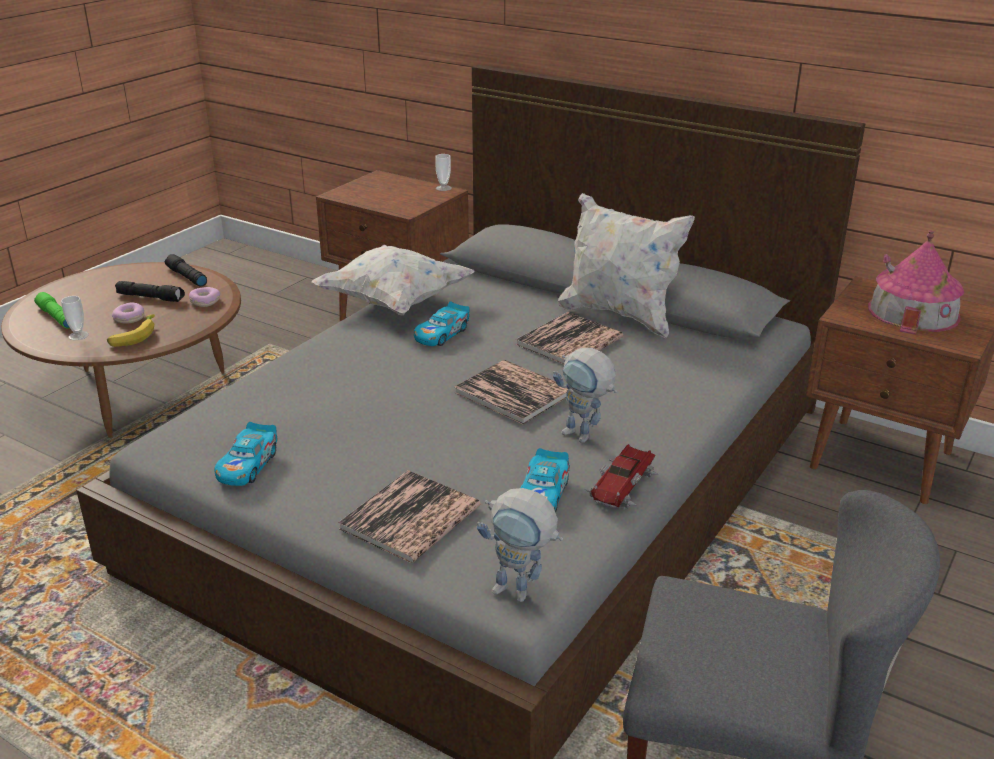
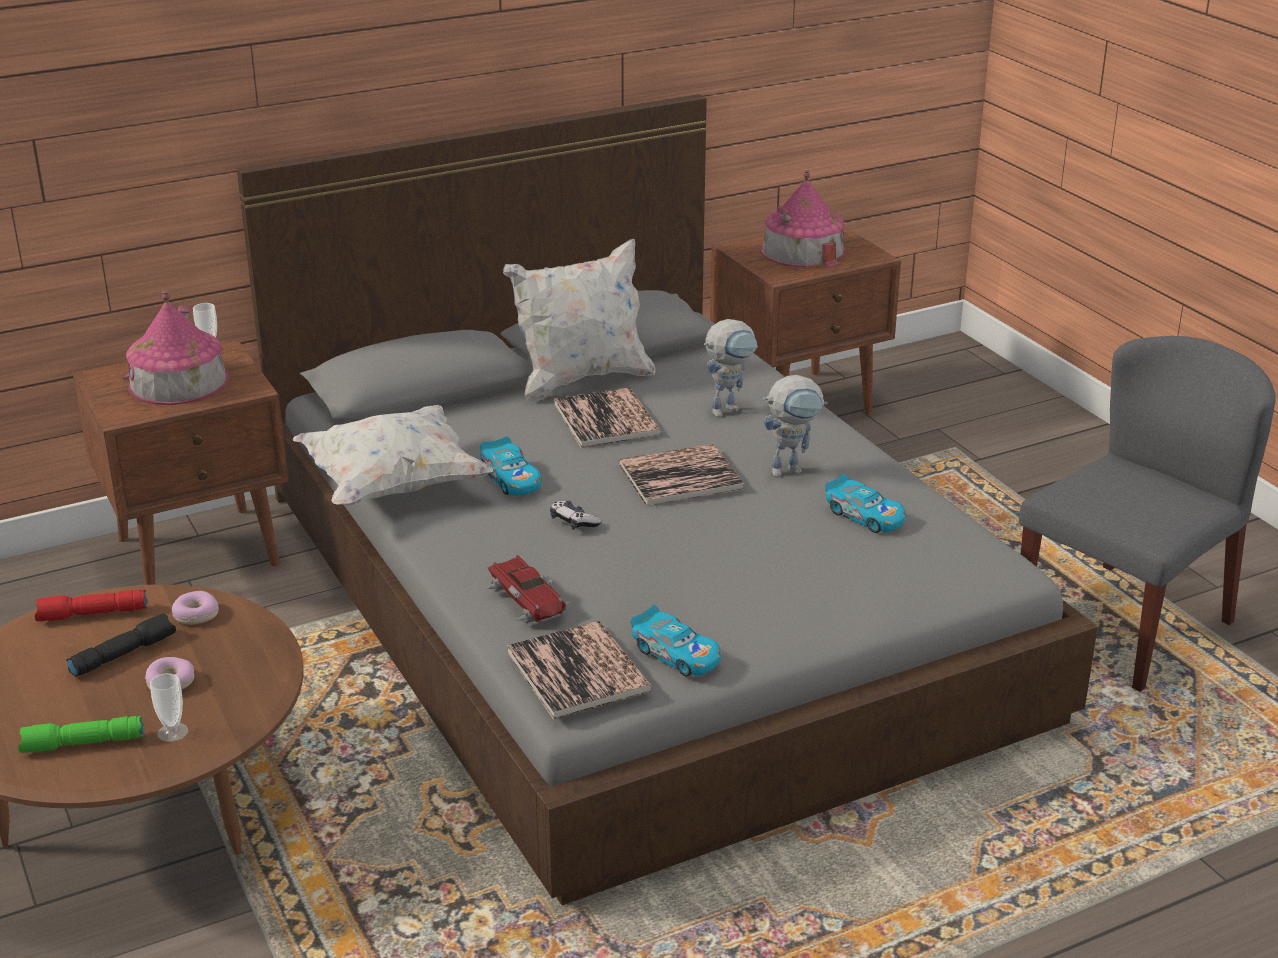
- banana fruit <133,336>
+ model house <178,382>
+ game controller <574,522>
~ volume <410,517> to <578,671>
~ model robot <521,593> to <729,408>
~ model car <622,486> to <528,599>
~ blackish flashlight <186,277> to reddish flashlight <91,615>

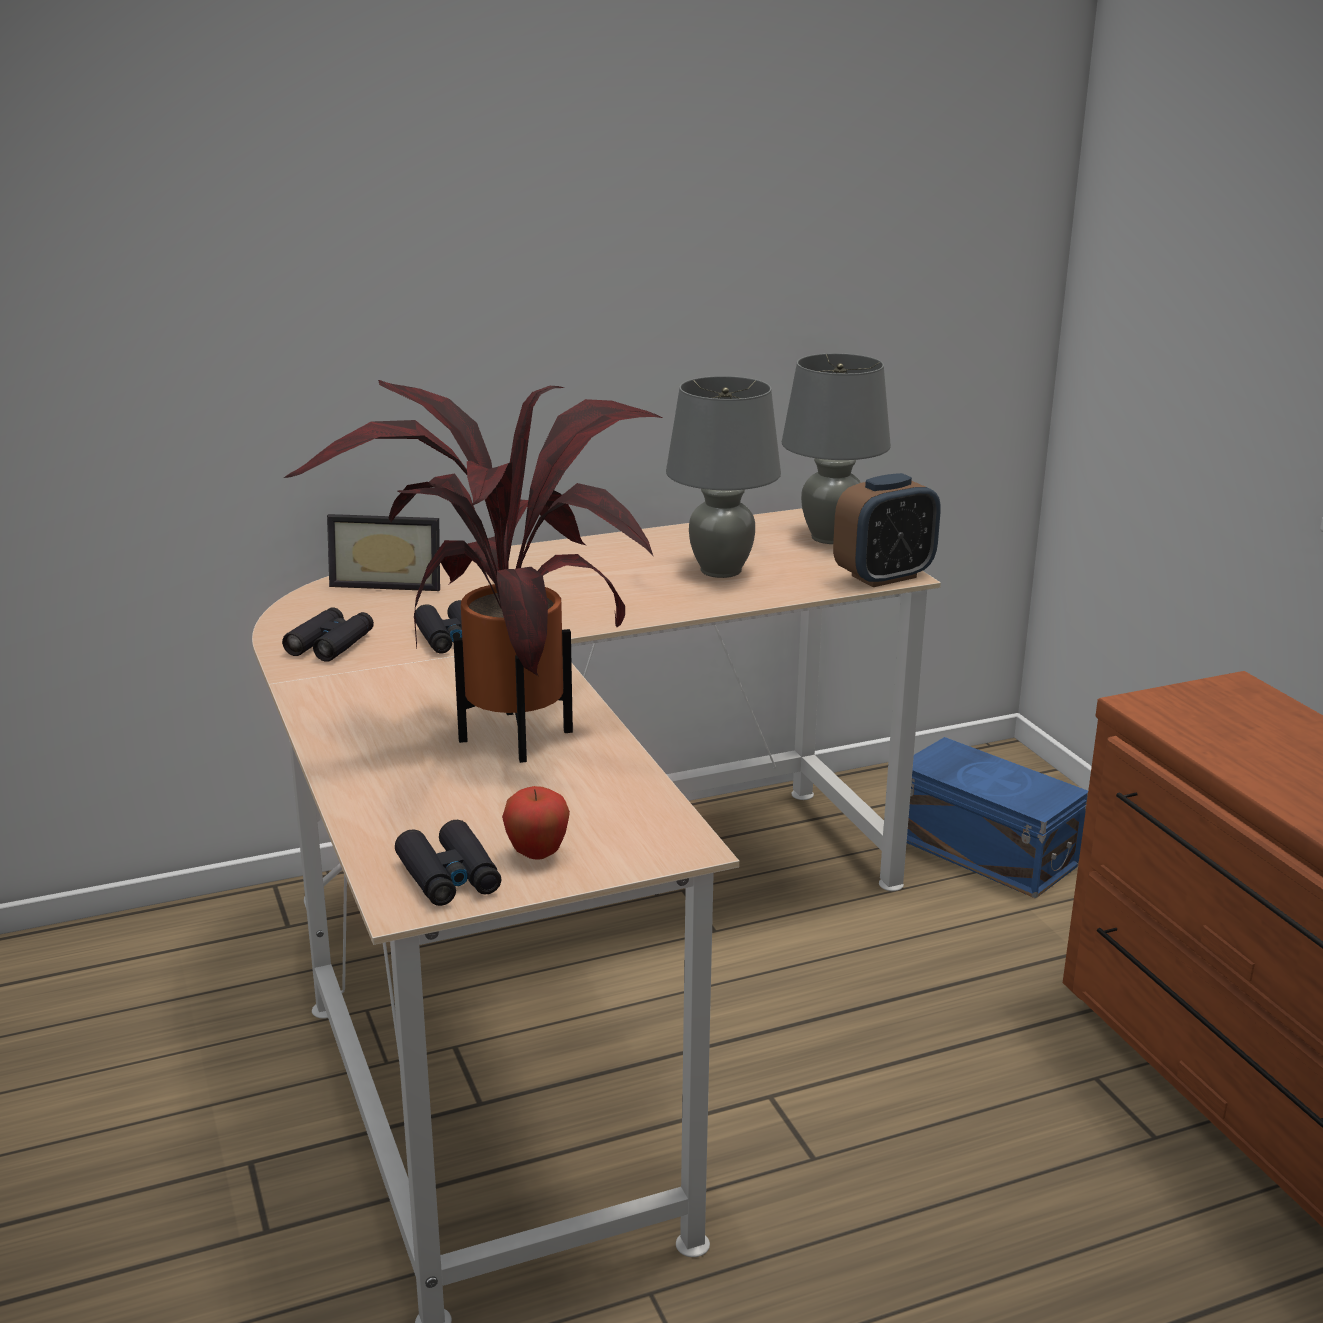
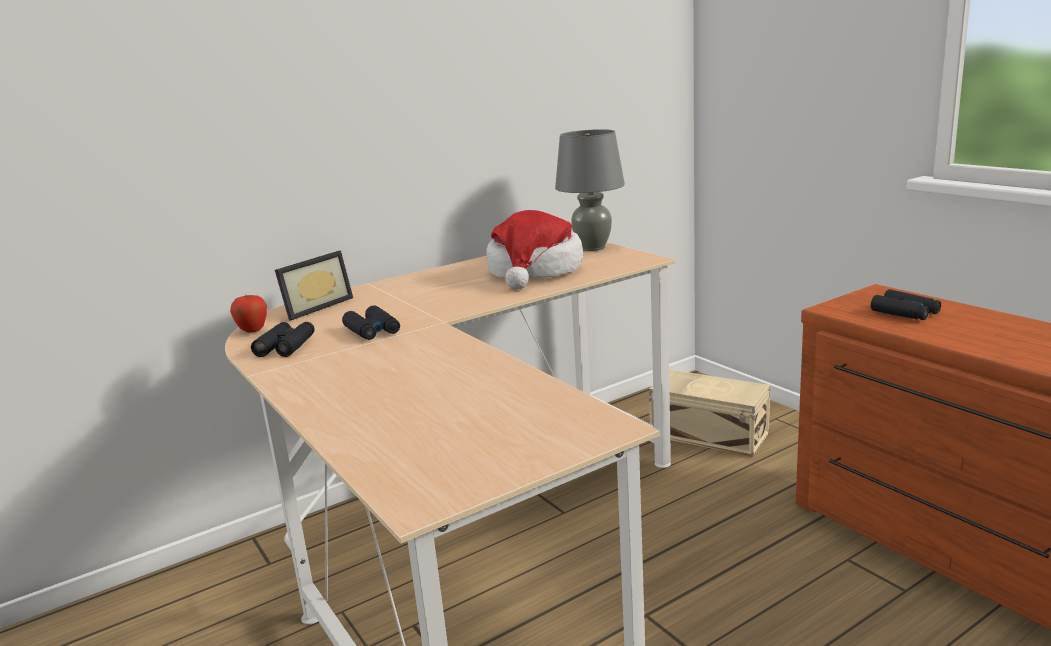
- plant in a pot <510,730>
- bedside clock <884,576>
~ blackish field glasses <449,877> to <905,313>
~ whole apple <537,855> to <253,331>
~ greyish lamp for a table <721,570> to hat <534,271>
~ bluish storage container <983,848> to beige storage container <708,433>
~ standing frame <389,582> = <314,307> 45 degrees counterclockwise

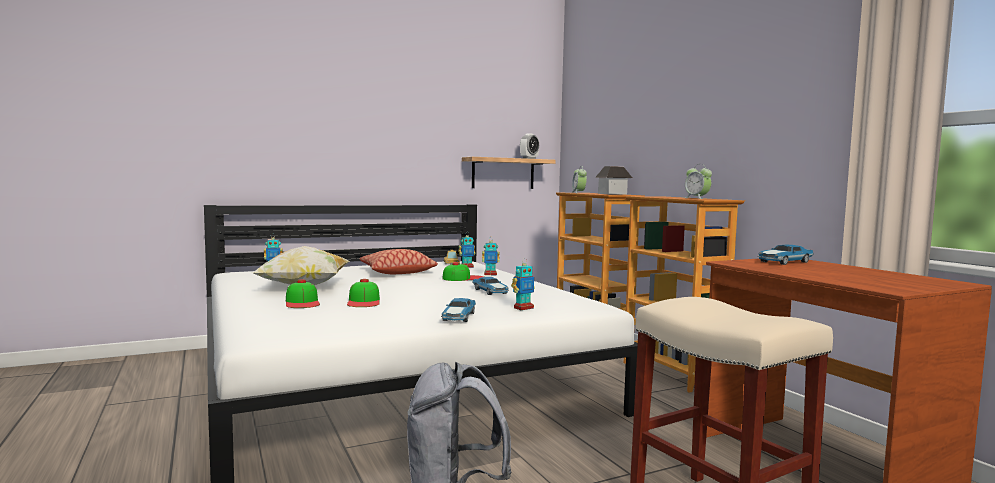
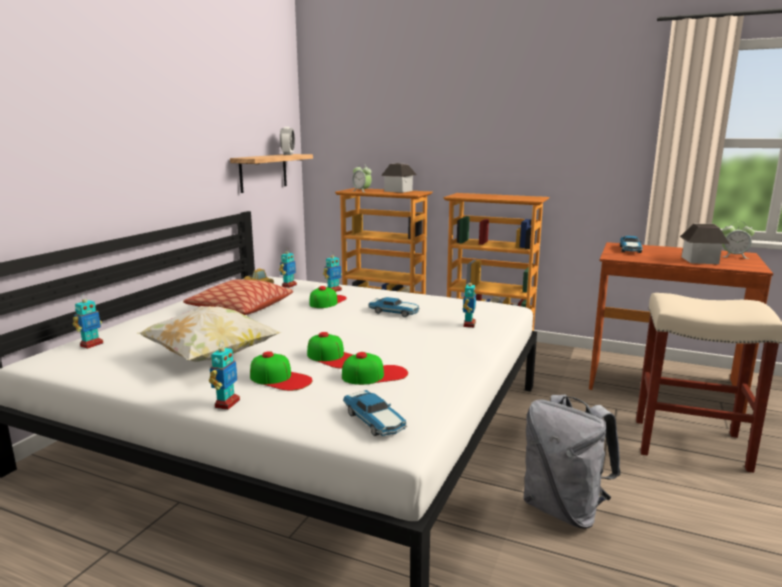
+ model robot <226,403>
+ peaked cap <375,374>
+ model house <700,260>
~ model car <458,317> to <375,421>
~ bedside clock <697,198> to <734,256>

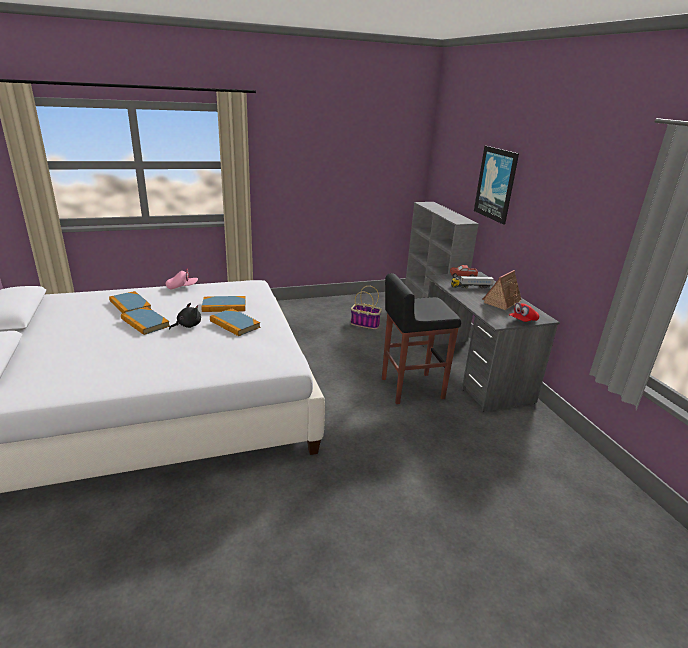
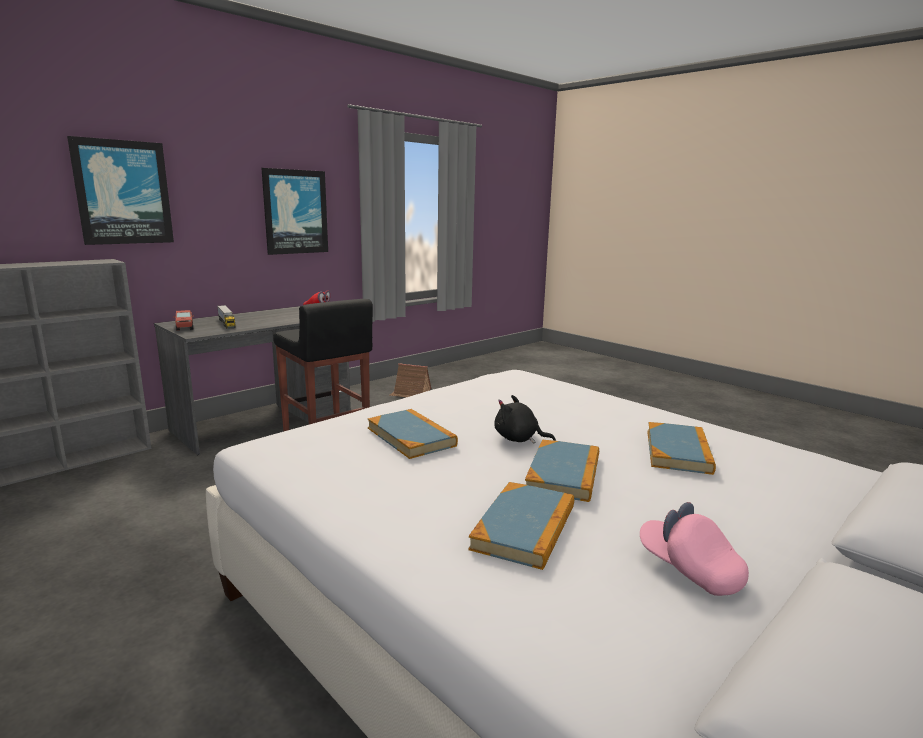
- basket <365,324>
+ picture <295,212>
~ pink-coloured peaked cap <182,287> to <689,569>
~ volume <234,324> to <678,451>
~ model house <502,302> to <410,394>

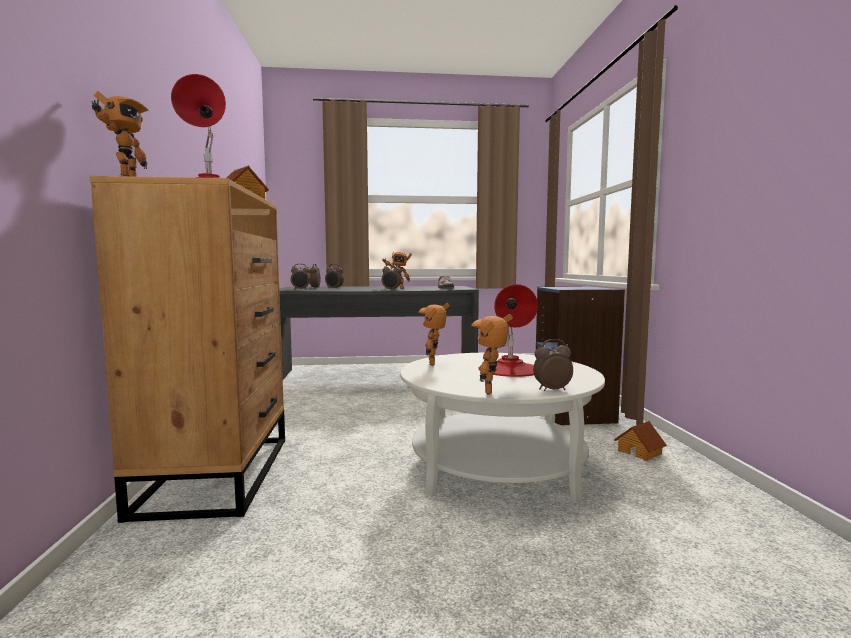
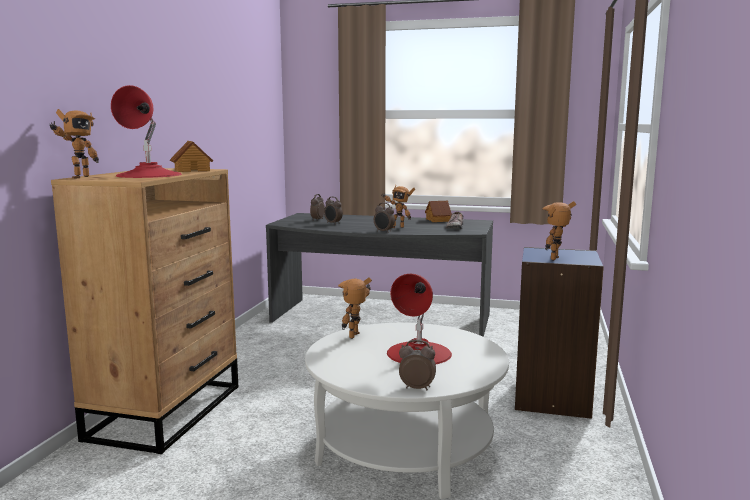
- bedside clock <300,289>
~ model robot <492,391> to <557,259>
~ model house <640,452> to <438,220>

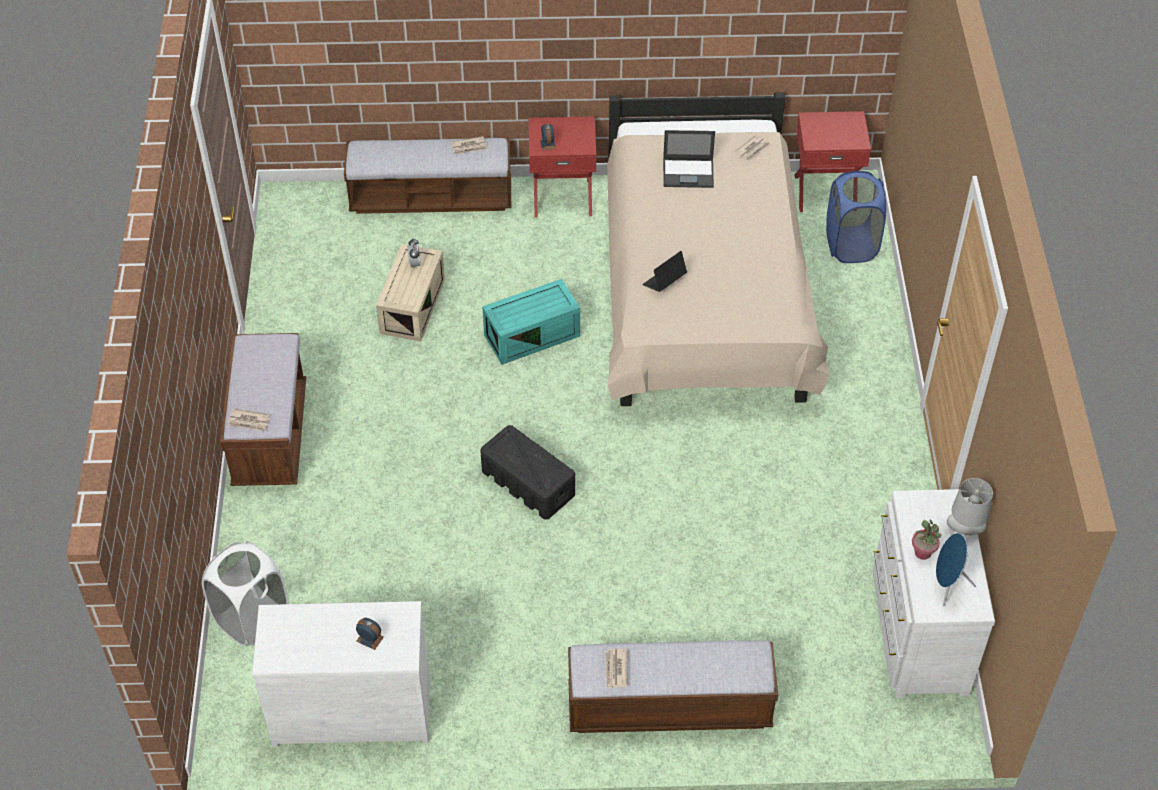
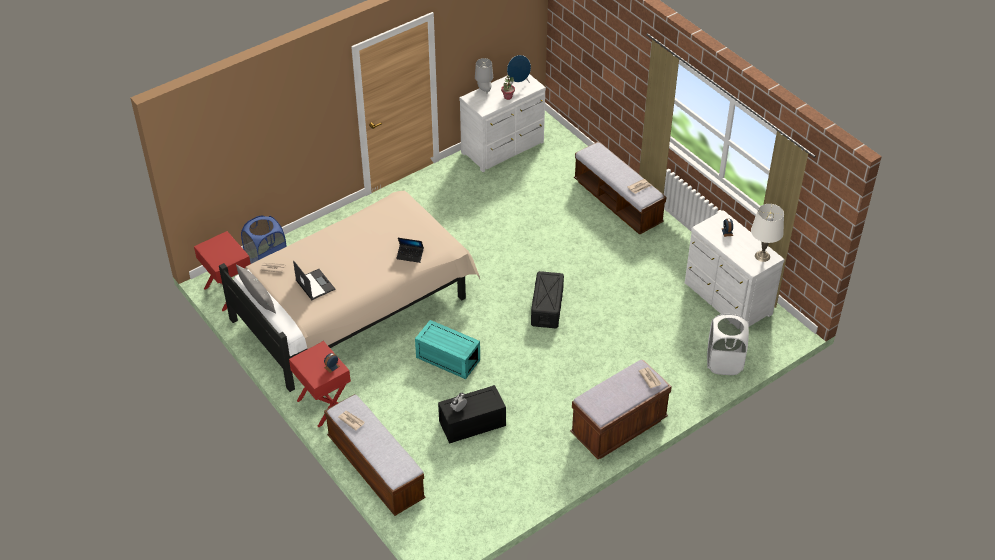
+ greyish pillow <257,297>
+ white lamp for a table <762,256>
~ beige storage container <411,305> to blackish storage container <471,424>

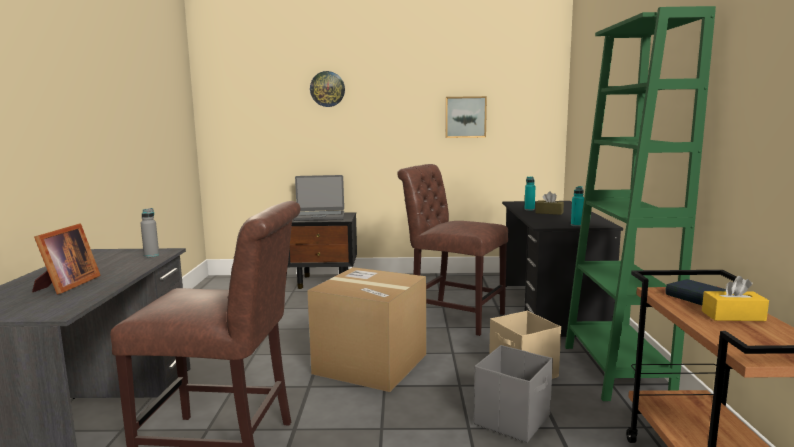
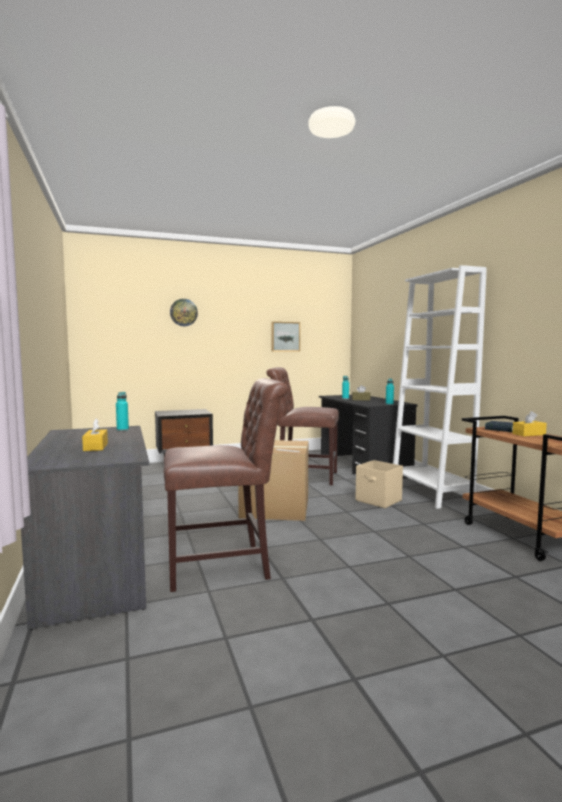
- laptop <319,216>
- greyish storage container <513,419>
~ standing frame <66,285> to yellow box of tissues <95,447>
~ greyish bottle <151,255> to blue-green bottle <122,430>
~ green-coloured shelving unit <615,371> to white shelving unit <430,494>

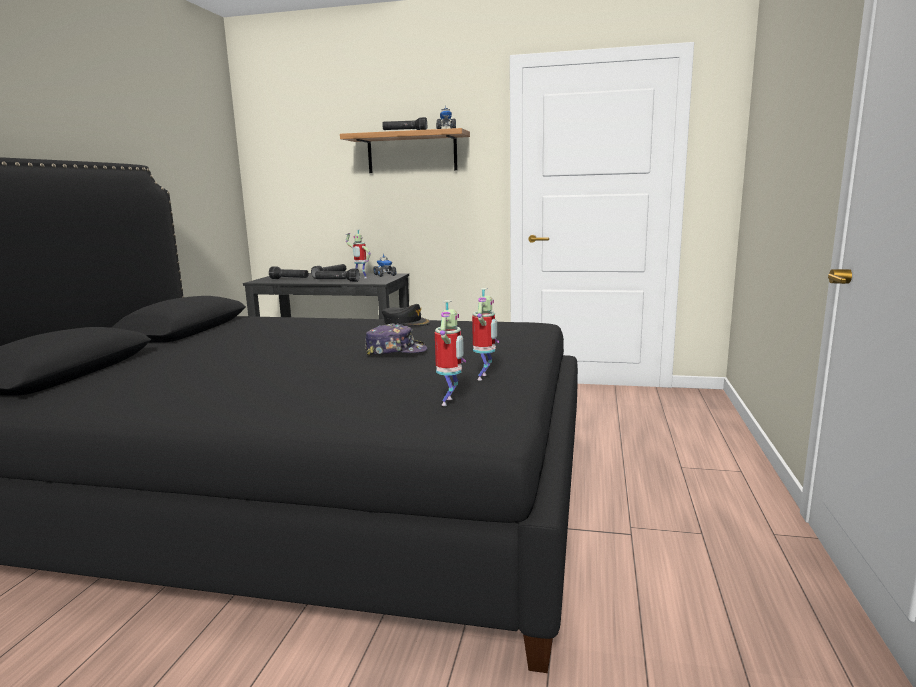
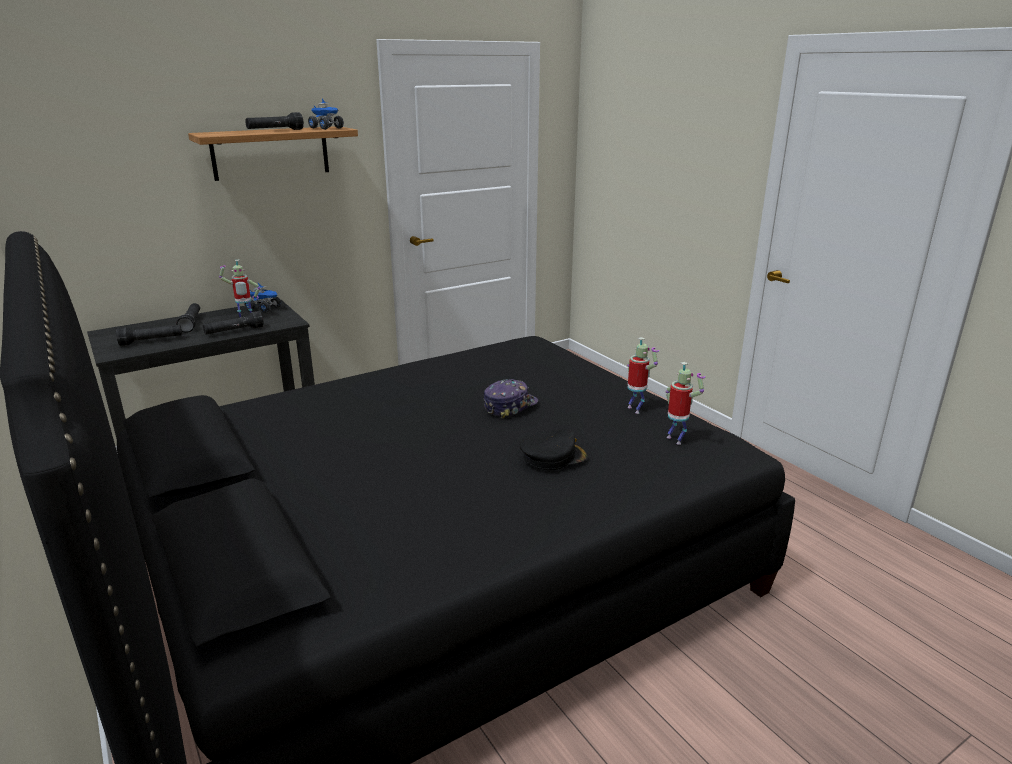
~ blackish peaked cap <406,322> to <553,456>

